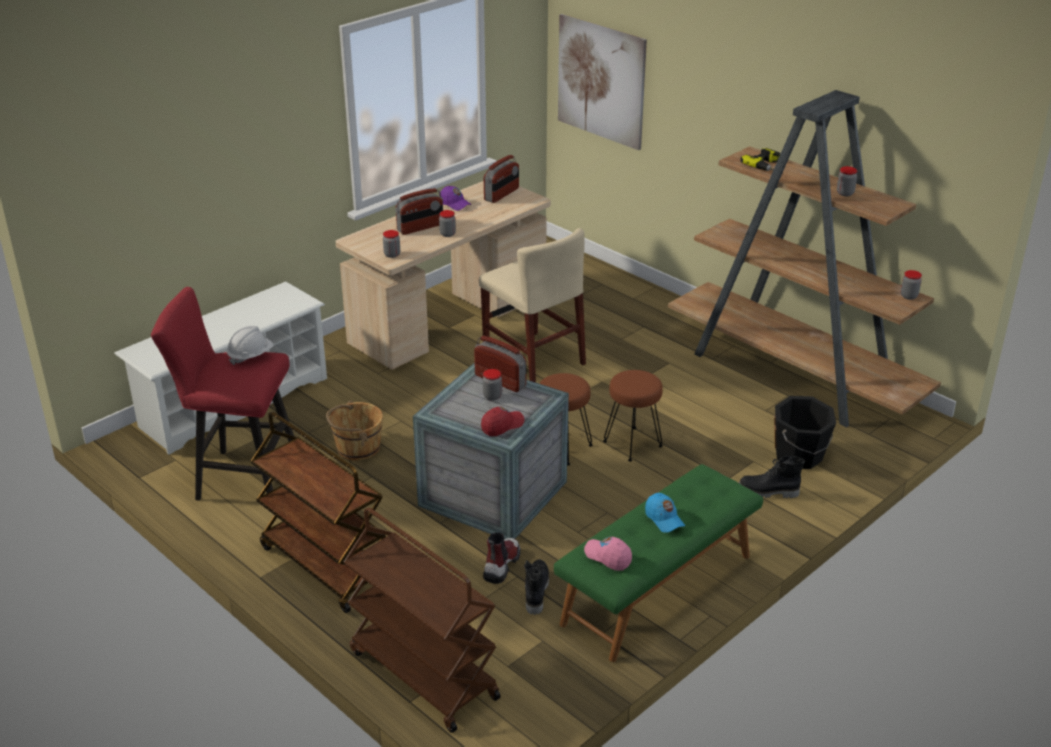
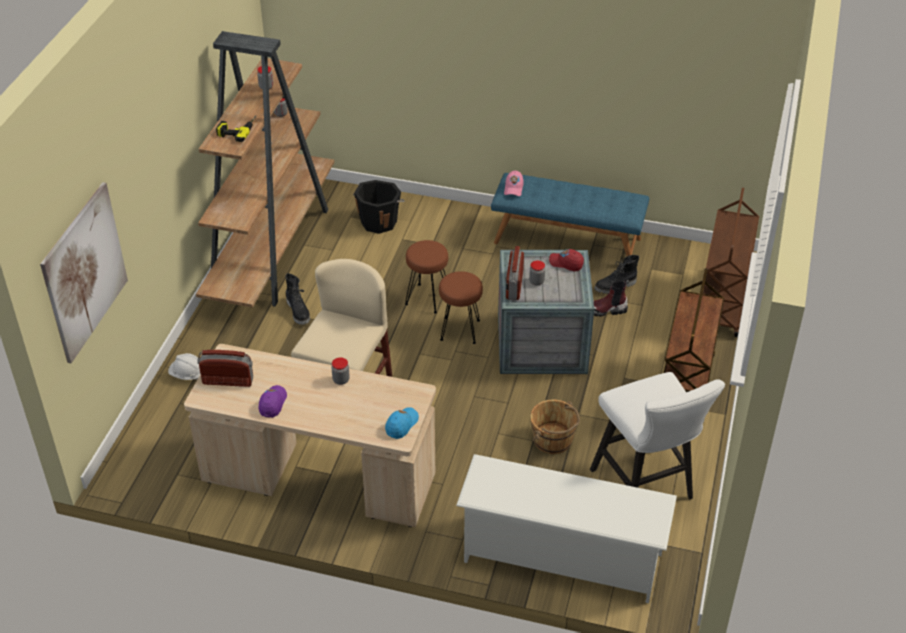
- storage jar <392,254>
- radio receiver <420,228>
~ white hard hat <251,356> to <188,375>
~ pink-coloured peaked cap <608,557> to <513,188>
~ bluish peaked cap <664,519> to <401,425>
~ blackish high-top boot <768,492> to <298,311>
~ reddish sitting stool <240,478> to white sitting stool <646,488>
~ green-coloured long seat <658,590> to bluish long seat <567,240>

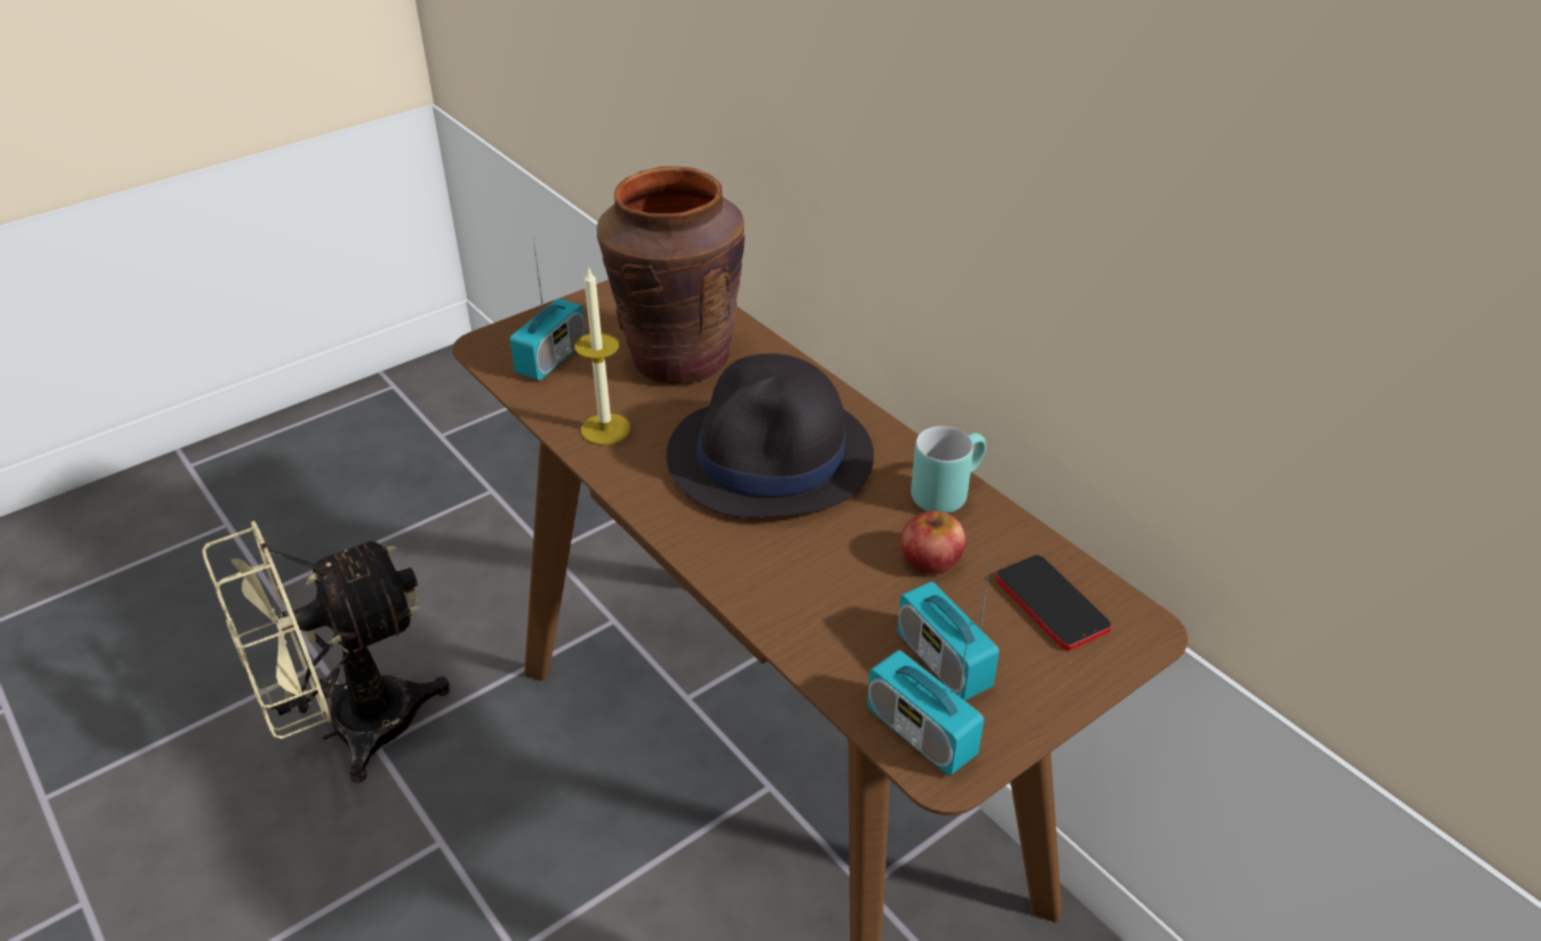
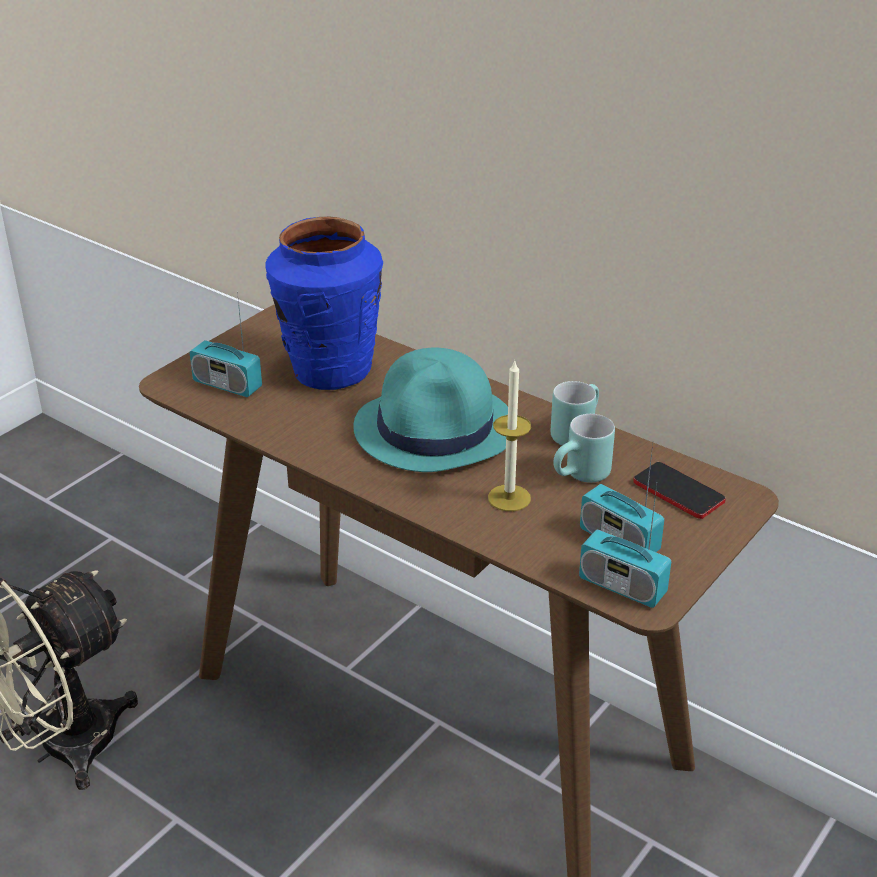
~ wax light <605,429> to <509,498>
~ whole apple <930,559> to blue-green tea mug <582,477>
~ brown-coloured decorative vase <678,359> to bluish decorative vase <330,371>
~ blackish hat <771,458> to blue-green hat <436,429>
~ radio receiver <551,358> = <227,385> 105 degrees clockwise

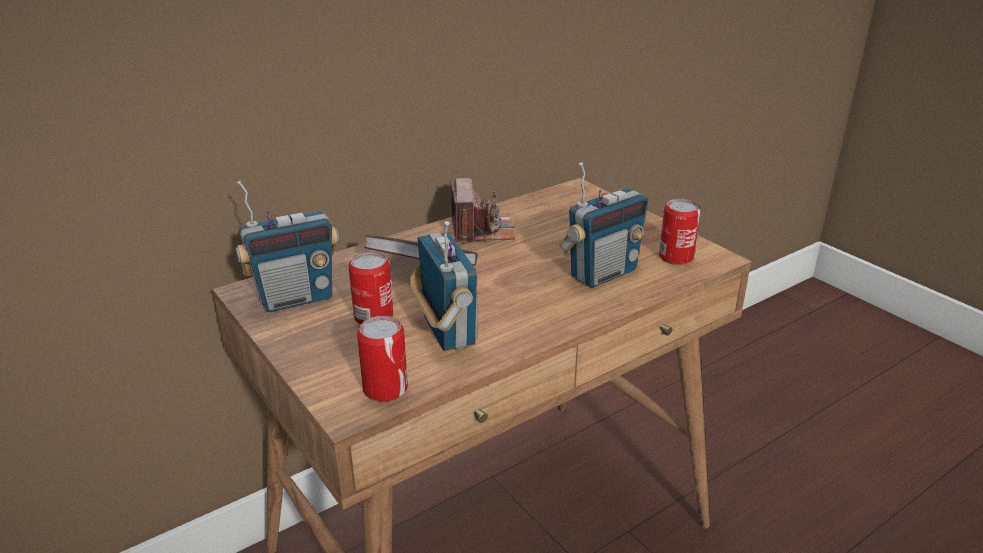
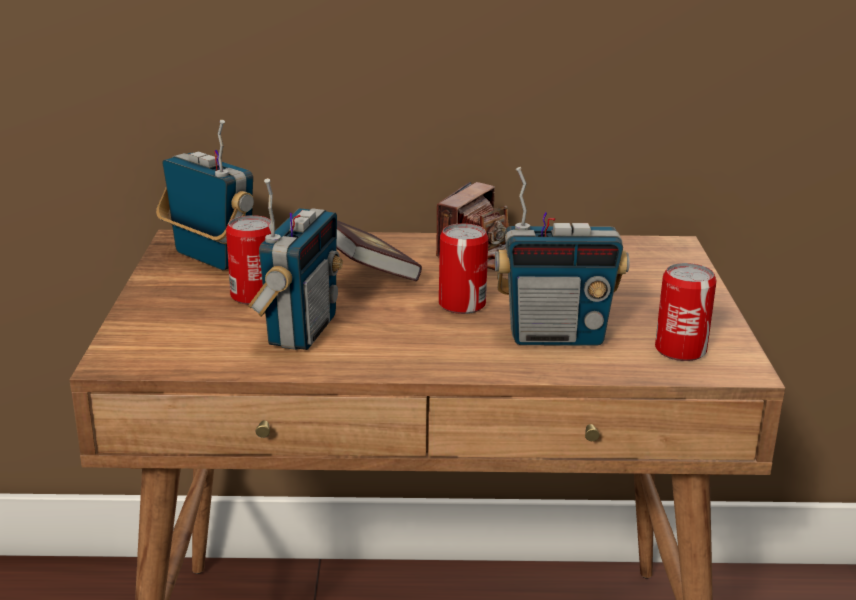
~ metal can <385,389> to <462,304>
~ radio receiver <295,298> = <212,258> 150 degrees counterclockwise

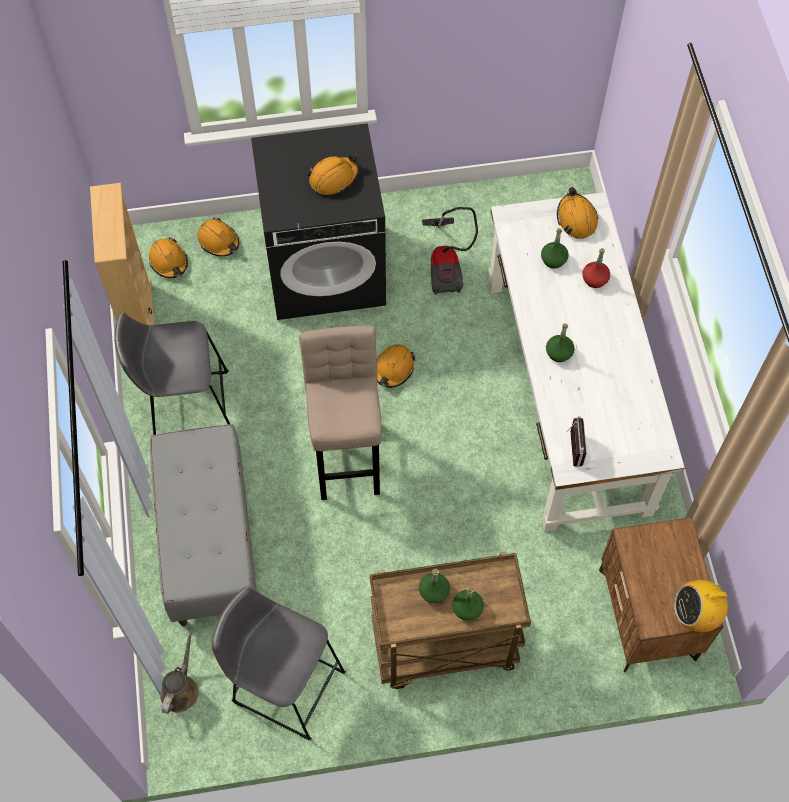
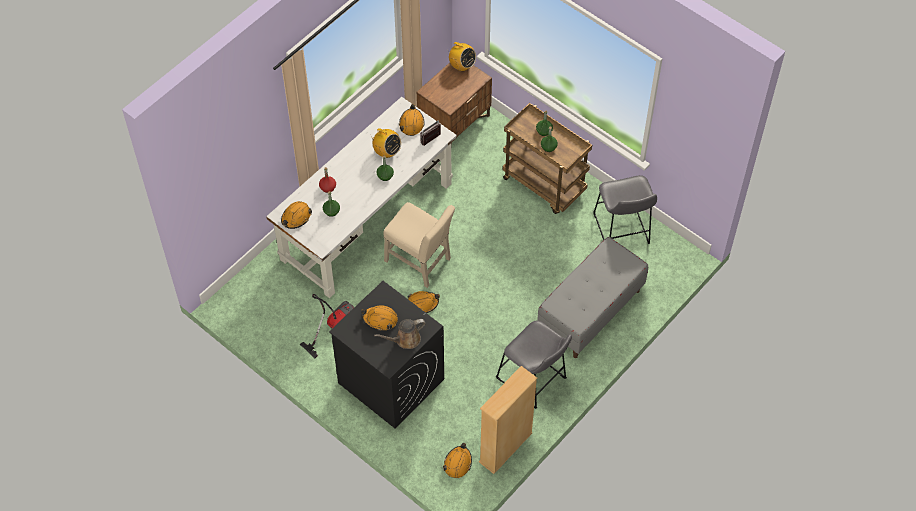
- beige sitting stool <347,454>
+ radio receiver <387,152>
+ beige plain chair <420,262>
~ brown-coloured watering can <181,689> to <405,339>
~ orangey hard hat <219,241> to <411,124>

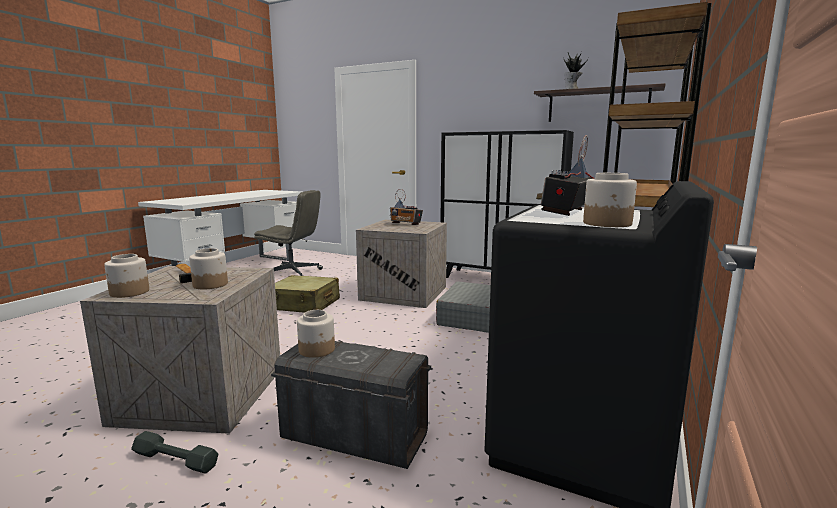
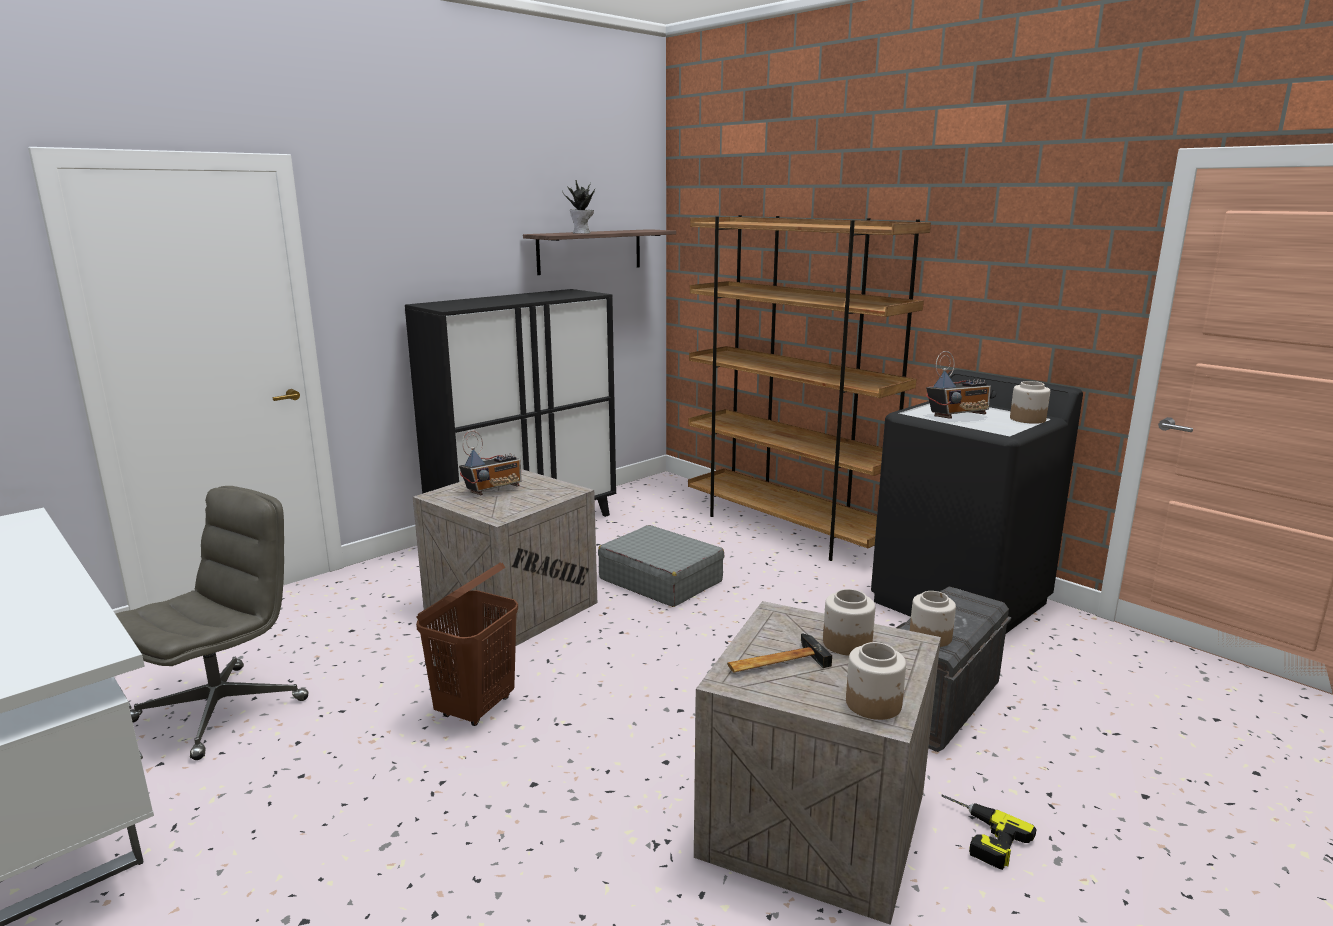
~ greyish dumbbell <175,460> to power drill <977,835>
~ beige piece of luggage <304,304> to brown-coloured washing basket <476,708>
~ radio receiver <565,212> = <958,416> 75 degrees counterclockwise

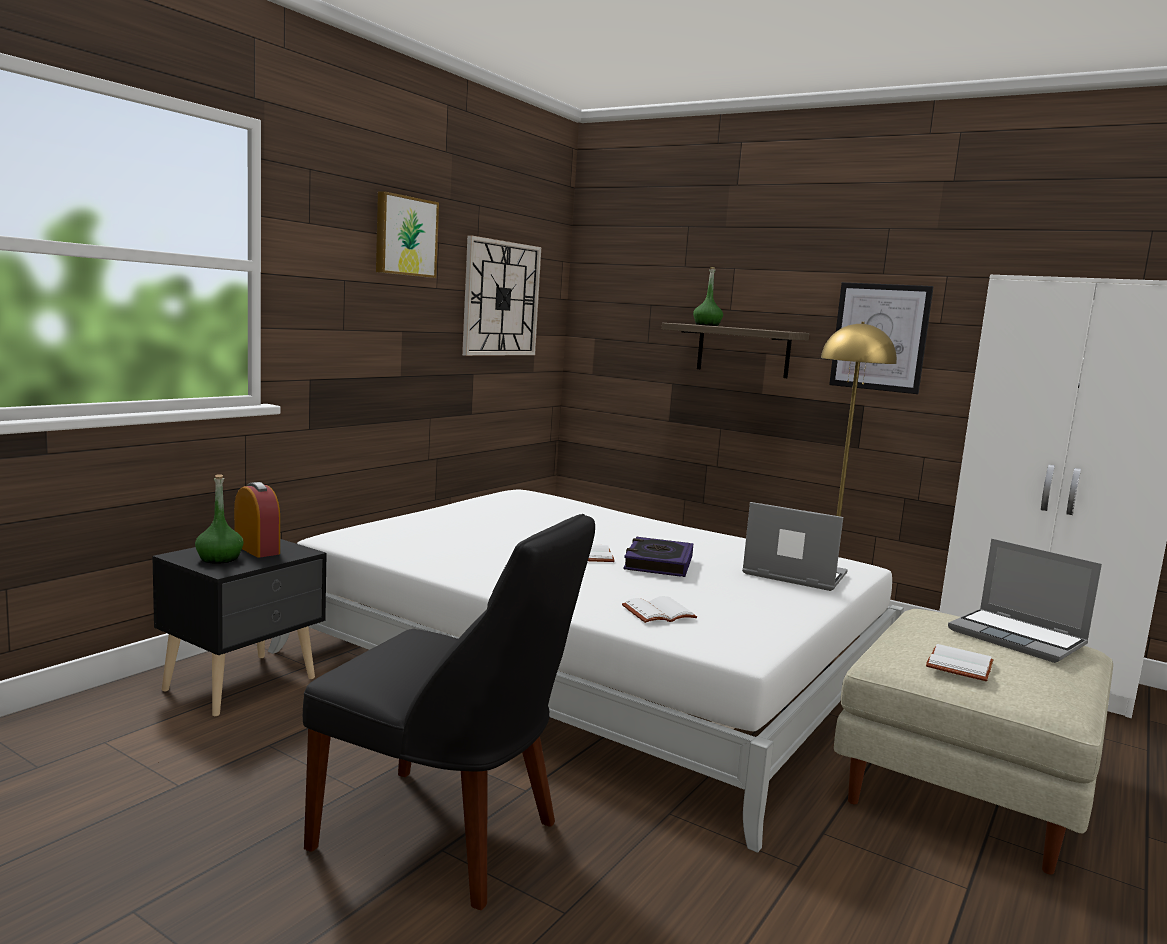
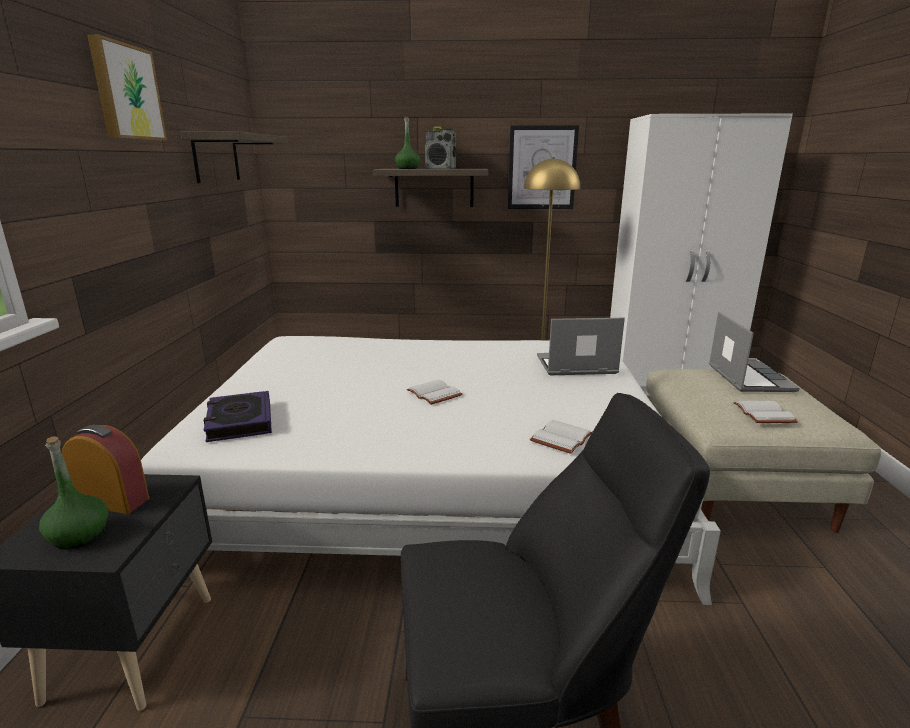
+ radio receiver <440,168>
~ volume <658,563> to <239,421>
~ clock on the wall <501,298> to wall shelf <216,158>
~ laptop <1019,638> = <748,378> 105 degrees counterclockwise

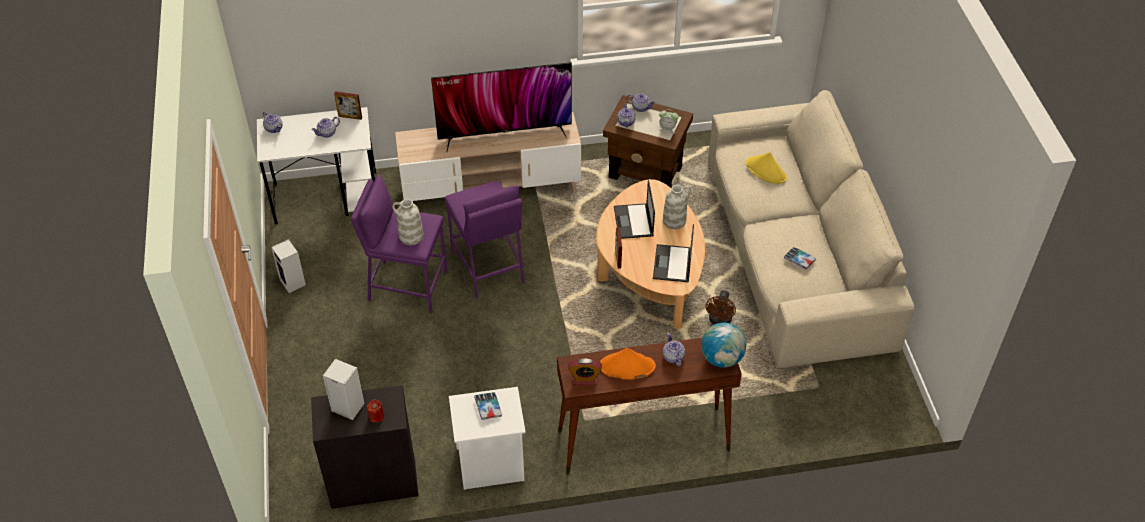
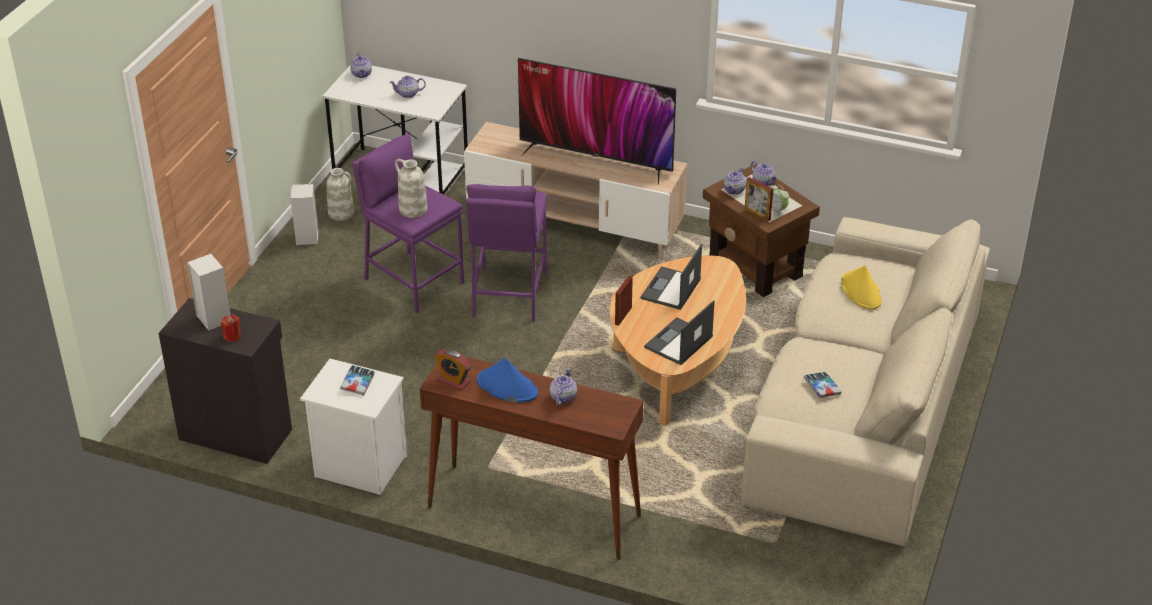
- globe <721,358>
- brown-coloured cooling fan <719,321>
~ standing frame <350,117> to <757,214>
~ white decorative vase <674,220> to <341,213>
~ orangey hat <627,366> to bluish hat <507,387>

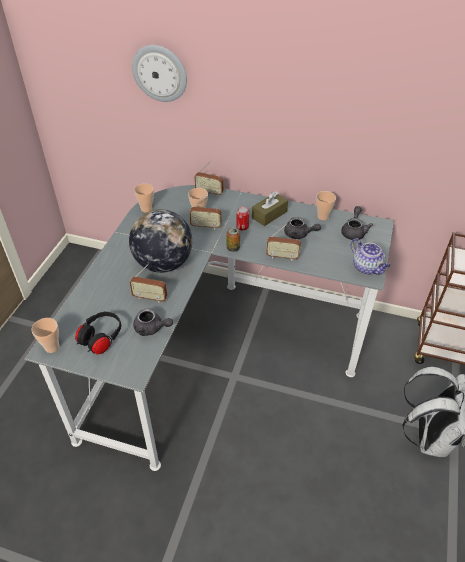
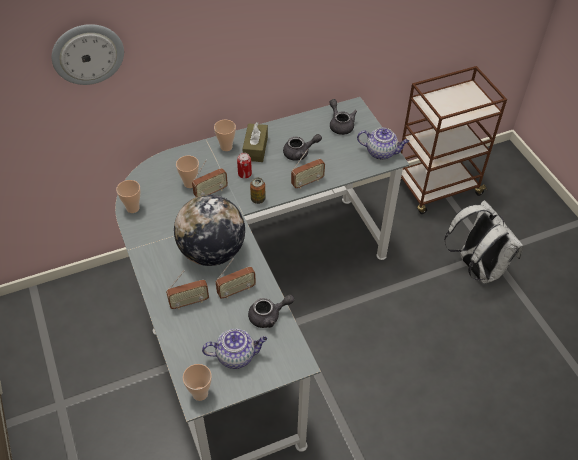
~ radio receiver <209,192> to <189,302>
~ small cup <322,216> to <226,147>
~ blackish pair of headphones <101,339> to tea pot <236,355>

